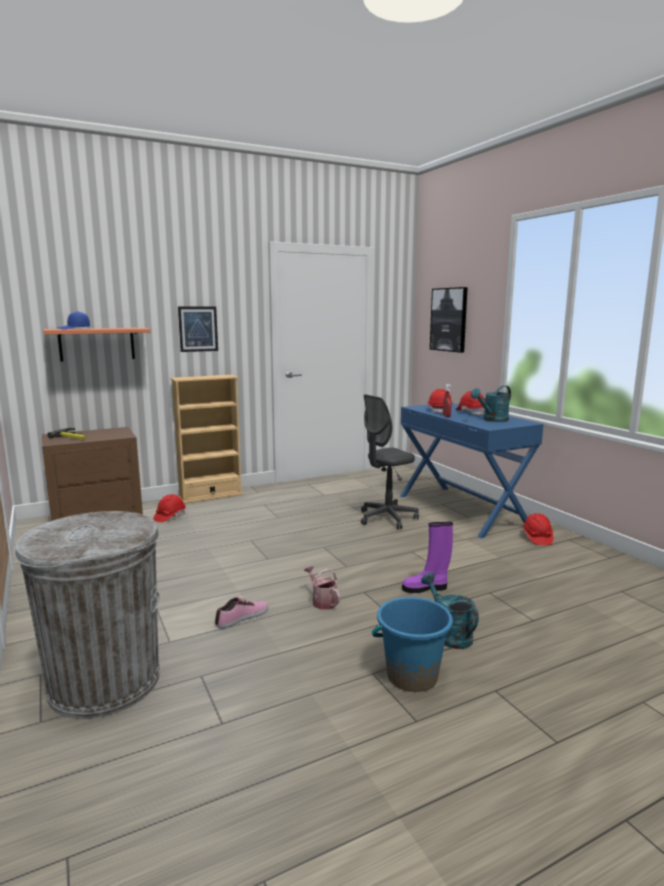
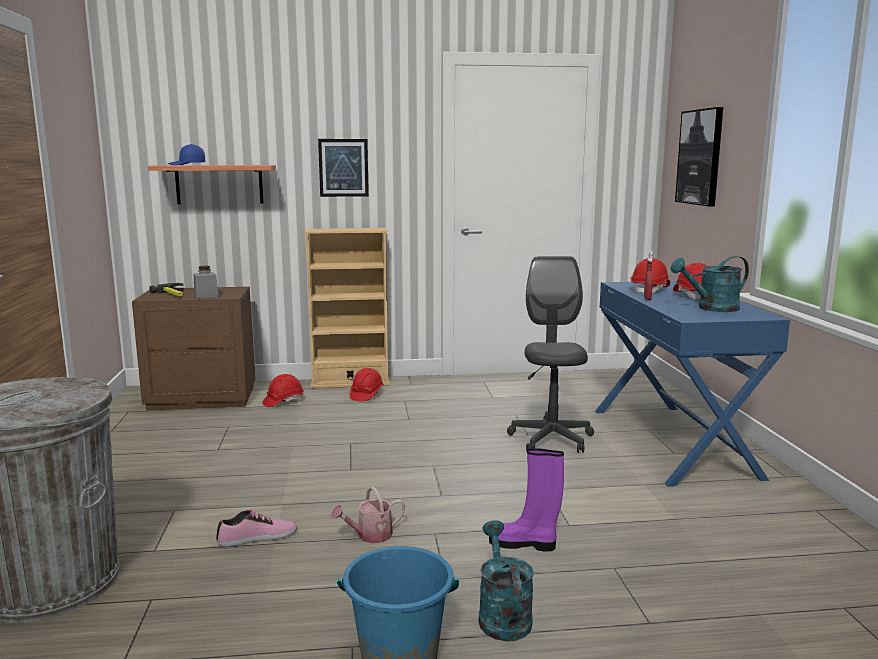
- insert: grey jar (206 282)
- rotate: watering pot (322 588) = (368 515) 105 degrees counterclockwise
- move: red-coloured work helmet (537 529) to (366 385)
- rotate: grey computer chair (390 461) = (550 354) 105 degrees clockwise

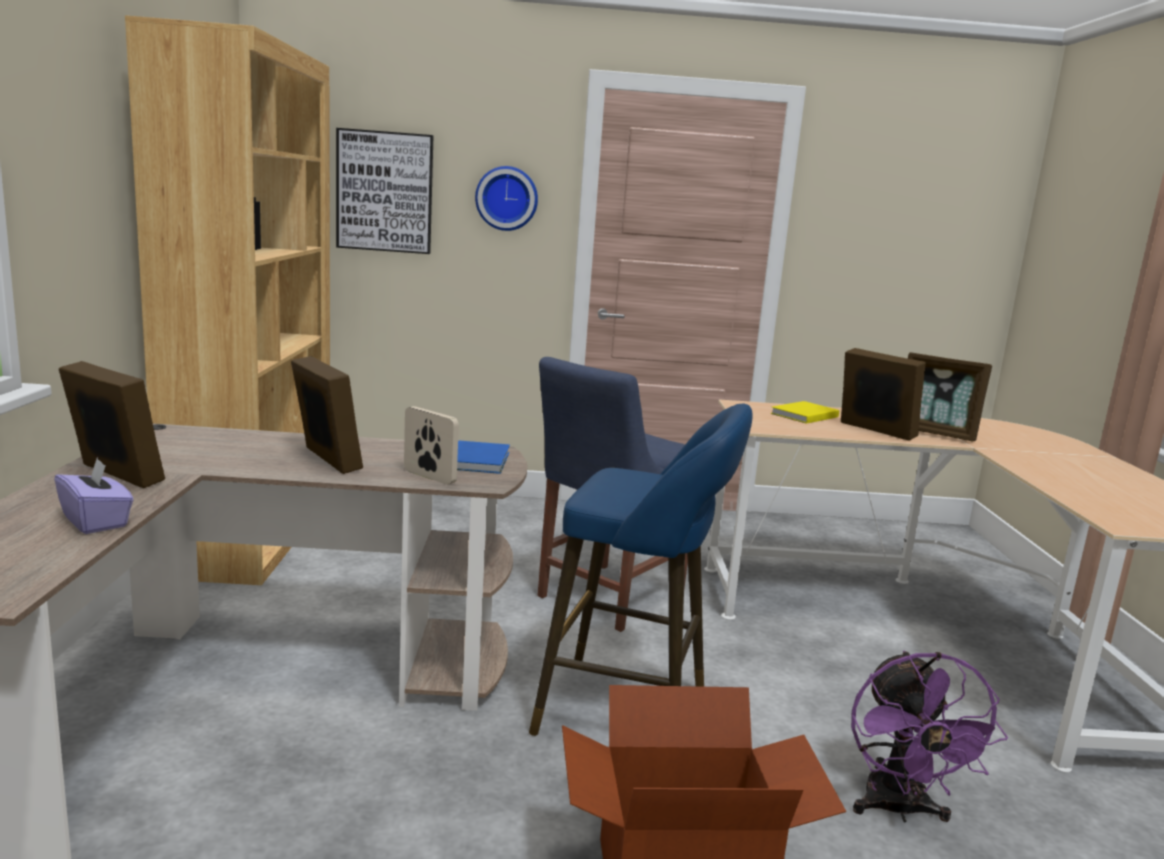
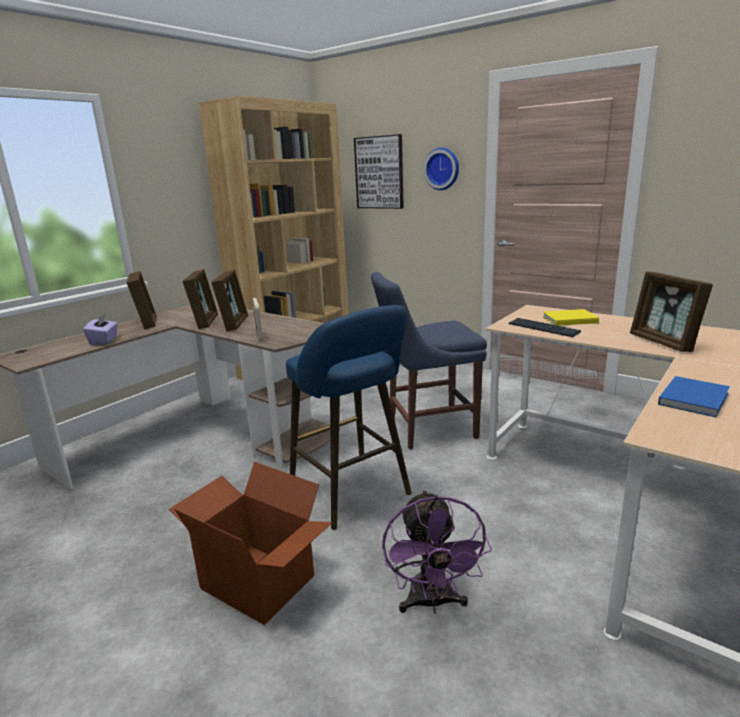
- move: photo frame (883 394) to (200 299)
- rotate: purplish cooling fan (929 736) = (437 551) 45 degrees counterclockwise
- insert: PC keyboard (544 327)
- move: blue-coloured volume (483 457) to (694 397)

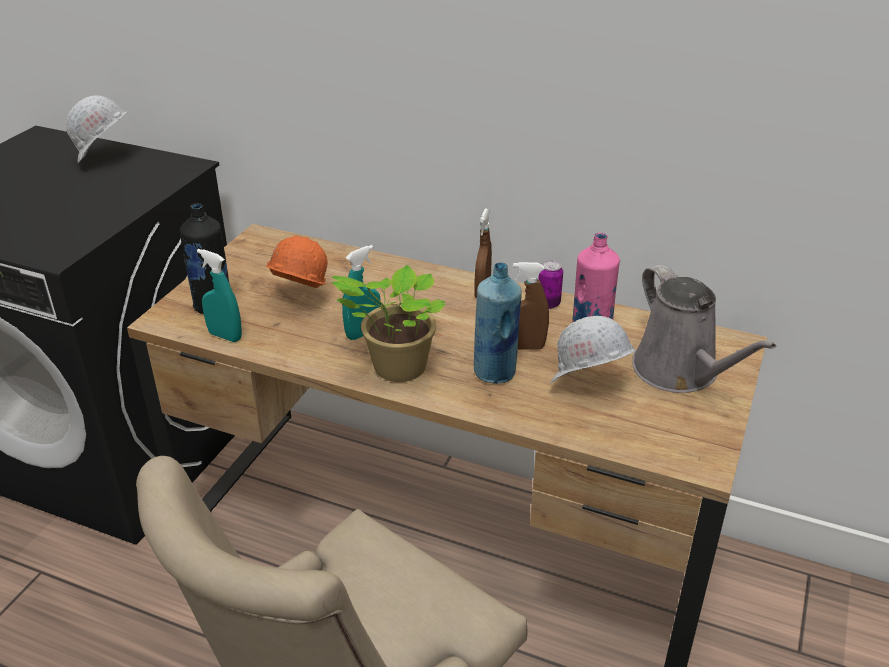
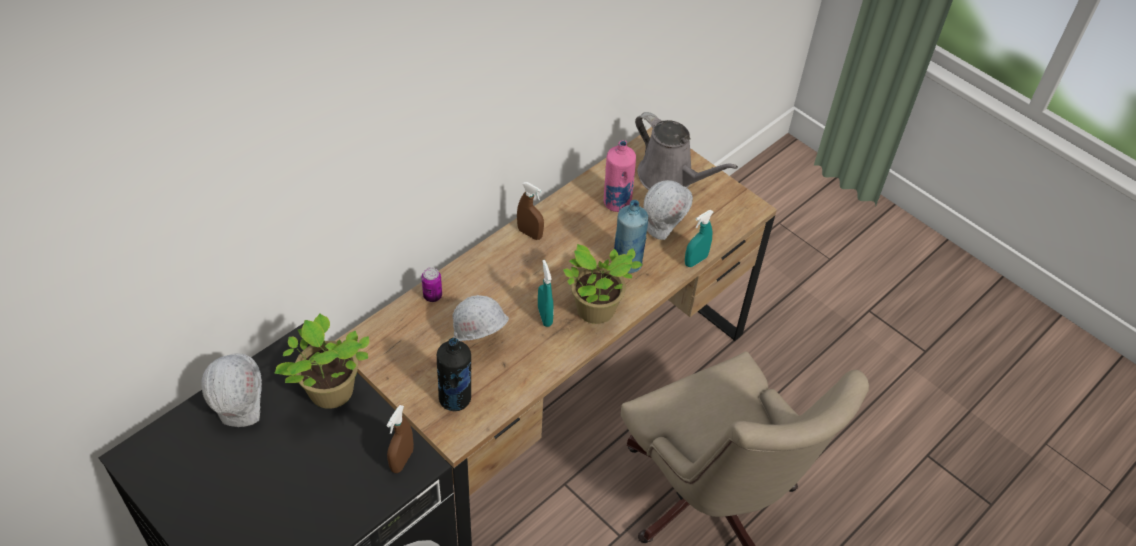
- insert: potted plant (321 361)
- move: brown-coloured sprayer (531 306) to (400 439)
- move: can (550 284) to (431 284)
- recolor: orange-coloured work helmet (296 262) to white work helmet (465 323)
- rotate: grey watering pot (704 328) = (686 151) 45 degrees clockwise
- move: turquoise sprayer (219 295) to (699 238)

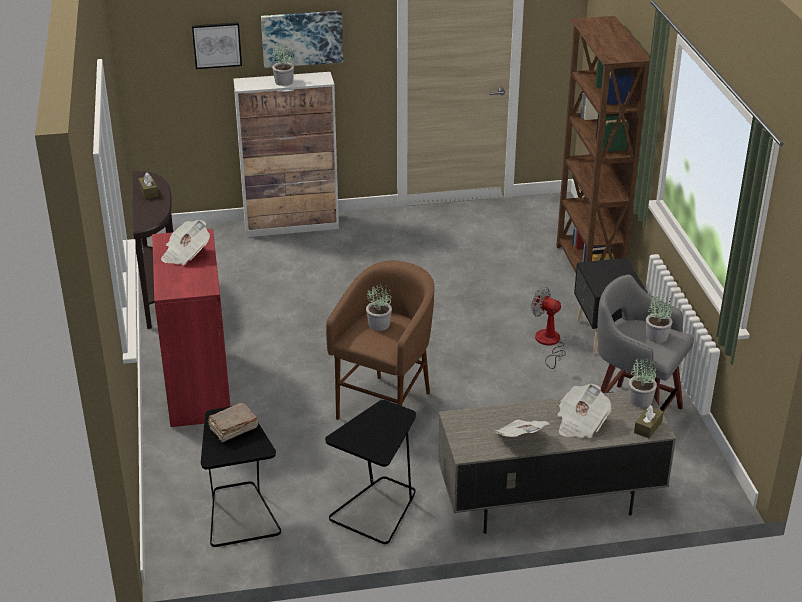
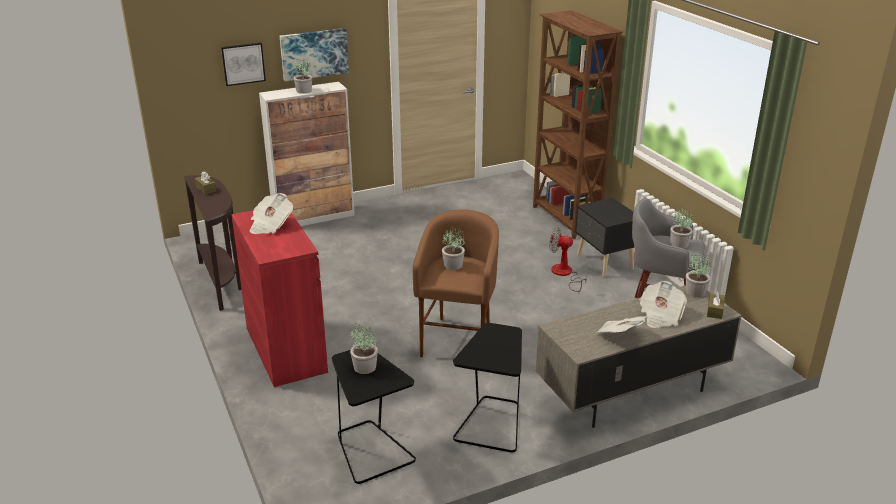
- replace: brown-coloured volume (233 422) to potted plant (364 348)

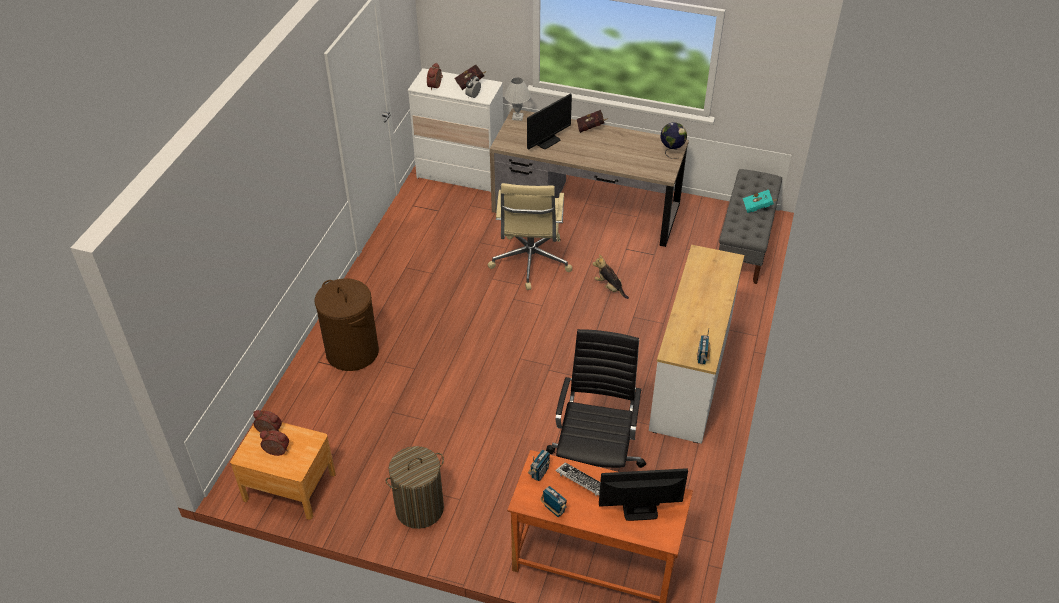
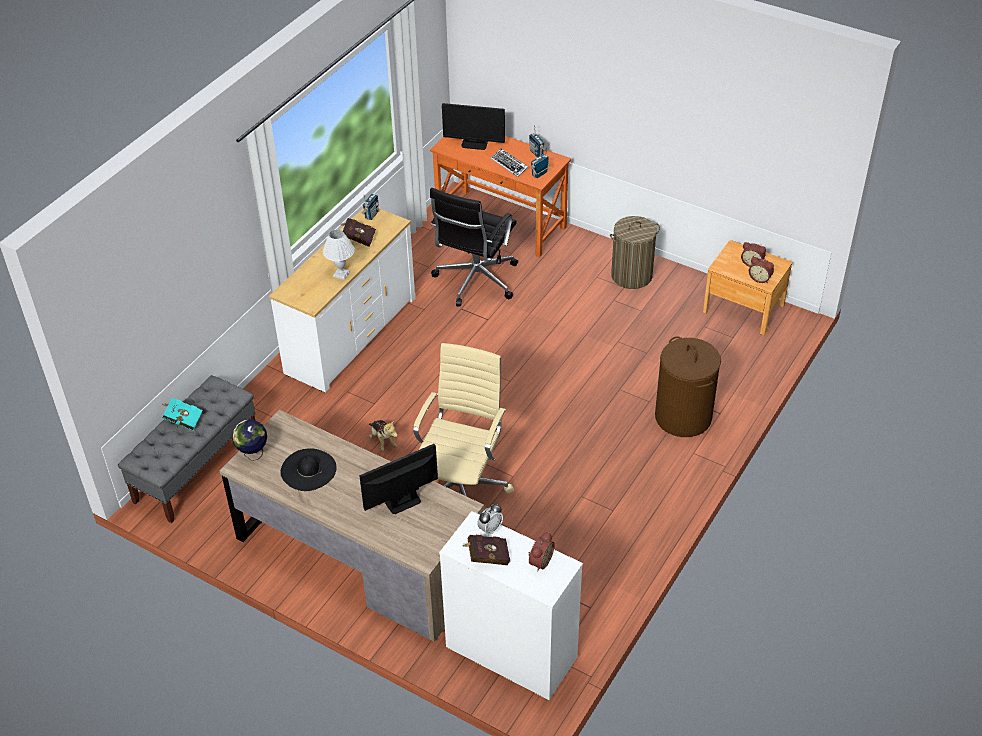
- insert: black hat (308 469)
- move: white lamp for a table (517 99) to (339 255)
- move: red-coloured volume (592 121) to (357 232)

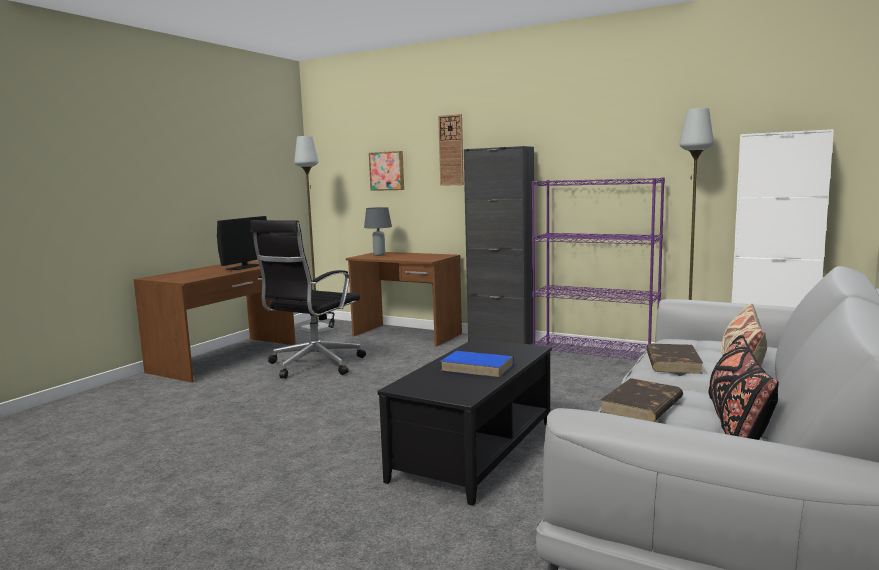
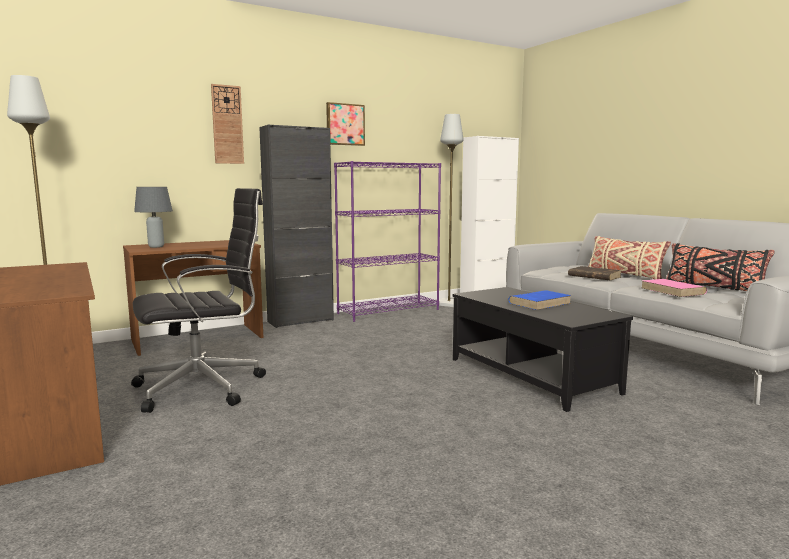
- rotate: black computer chair (308 299) = (198 300) 90 degrees counterclockwise
- move: picture (386 171) to (345 124)
- recolor: brown-coloured volume (641 400) to pink-coloured volume (674 288)
- delete: computer screen (242 243)

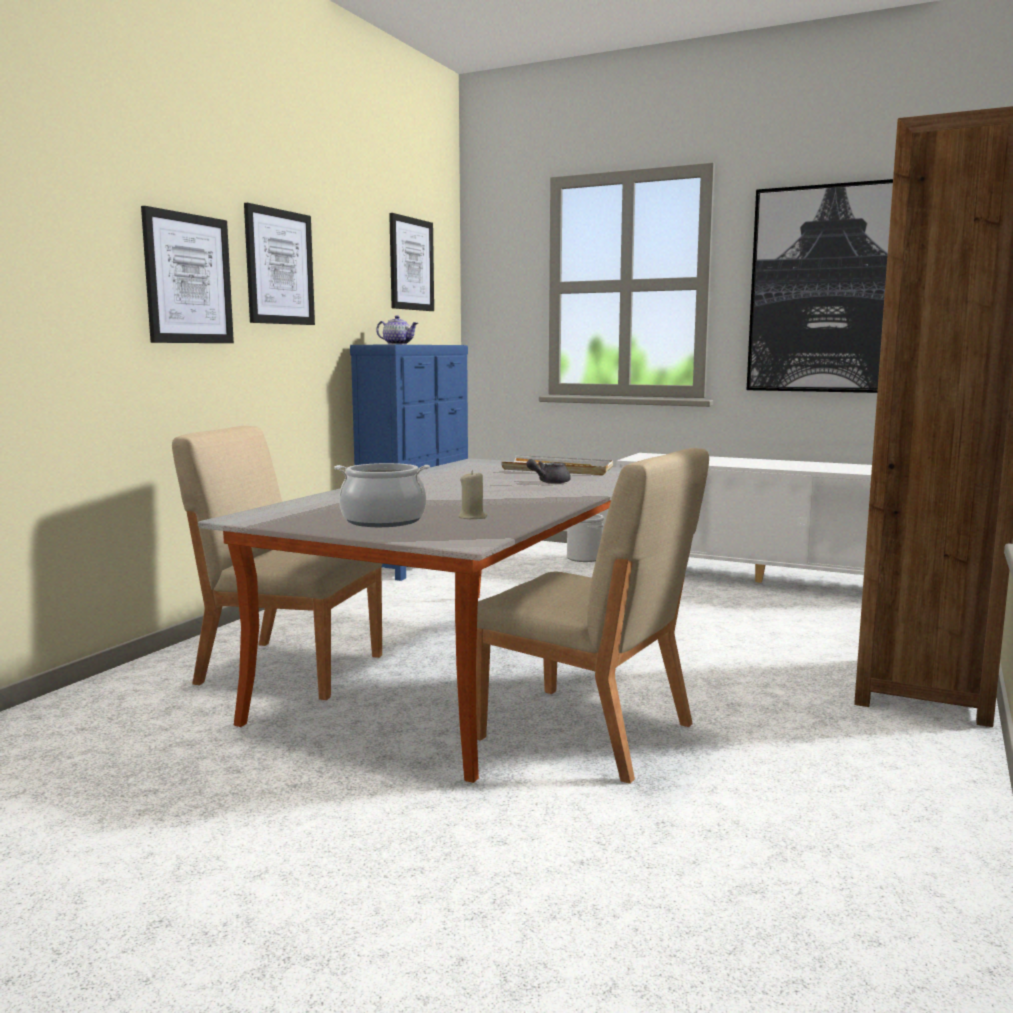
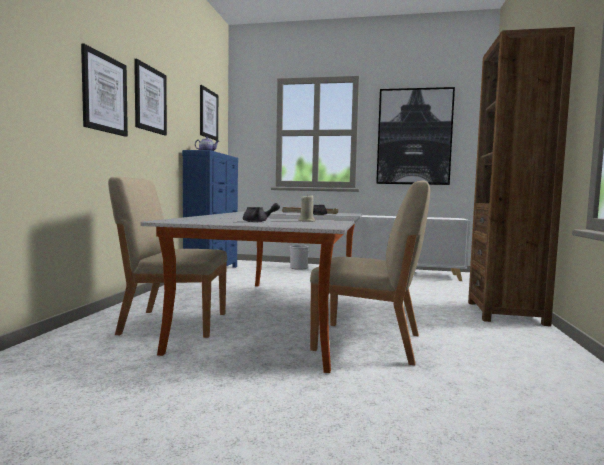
- replace: saucepot (382 495) to grey pot for tea (261 212)

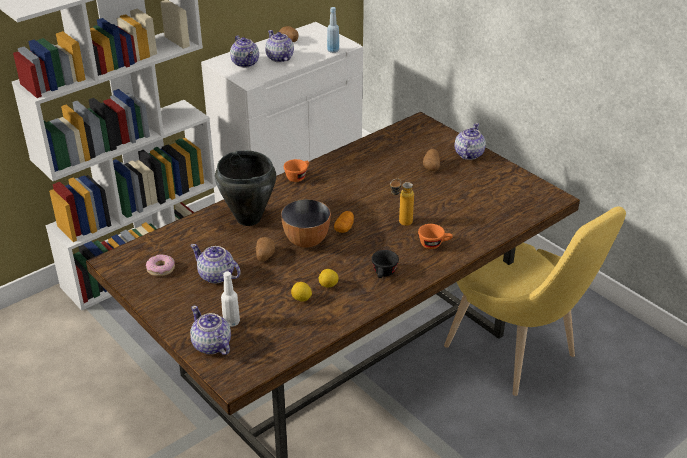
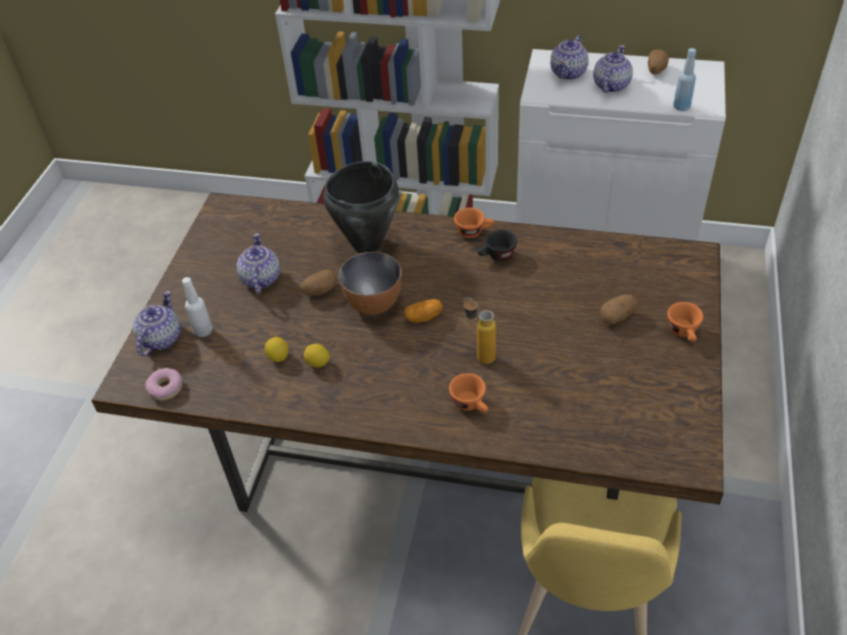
- move: donut (160 265) to (164 384)
- move: black drinking cup (385 264) to (497 245)
- replace: pot for tea (470 141) to orange-coloured drinking cup (685 321)

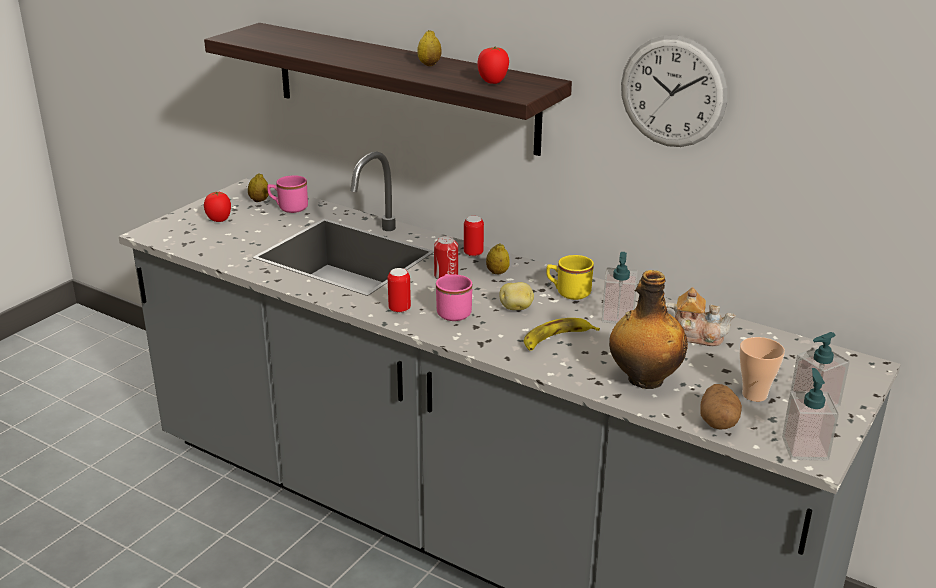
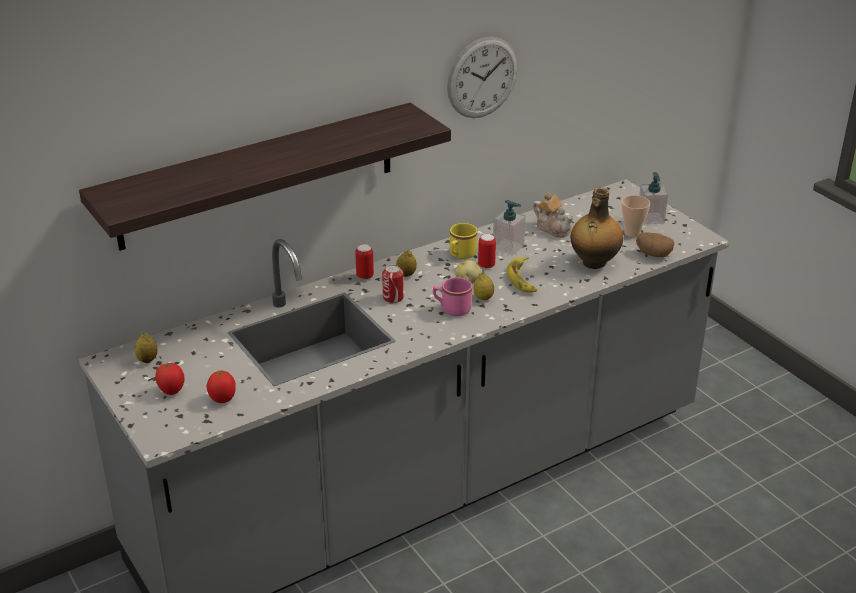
- move: whole tomato (493 65) to (221 387)
- move: lemon (429 48) to (484 286)
- move: can (399 290) to (487 251)
- rotate: pot for tea (700 316) = (553 215) 90 degrees clockwise
- delete: pink-coloured tea mug (287 194)
- delete: soap dispenser (810 414)

